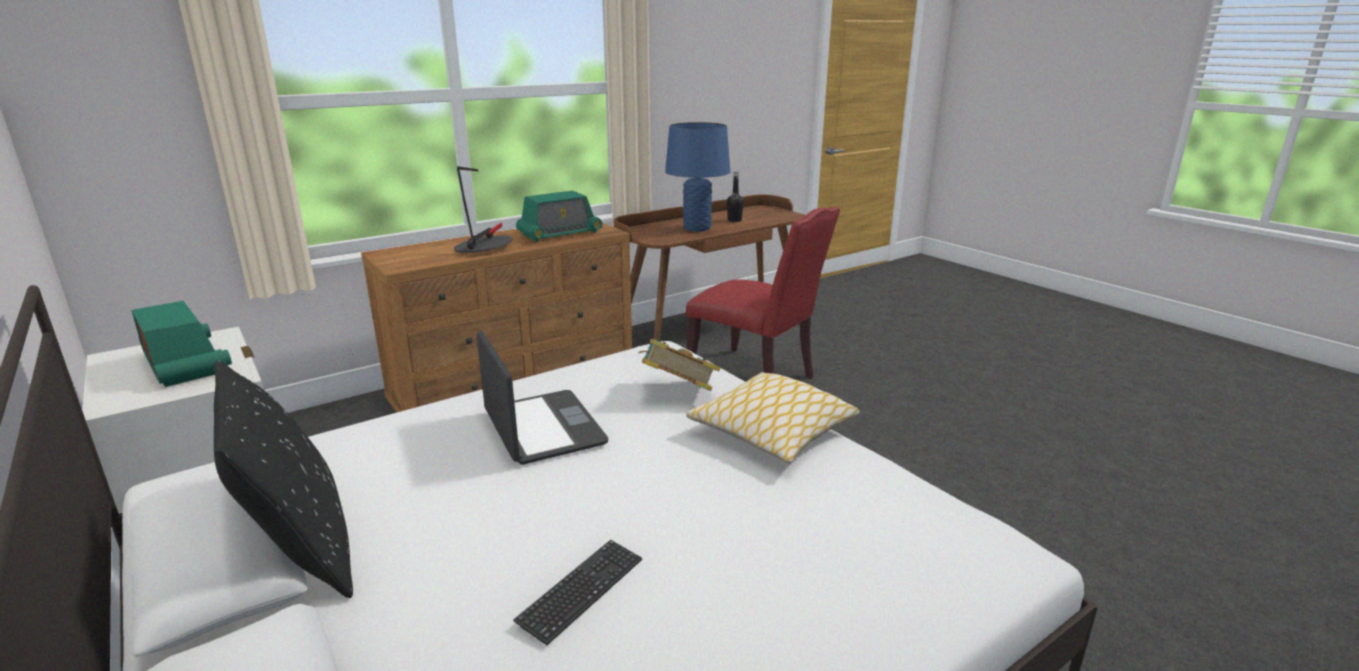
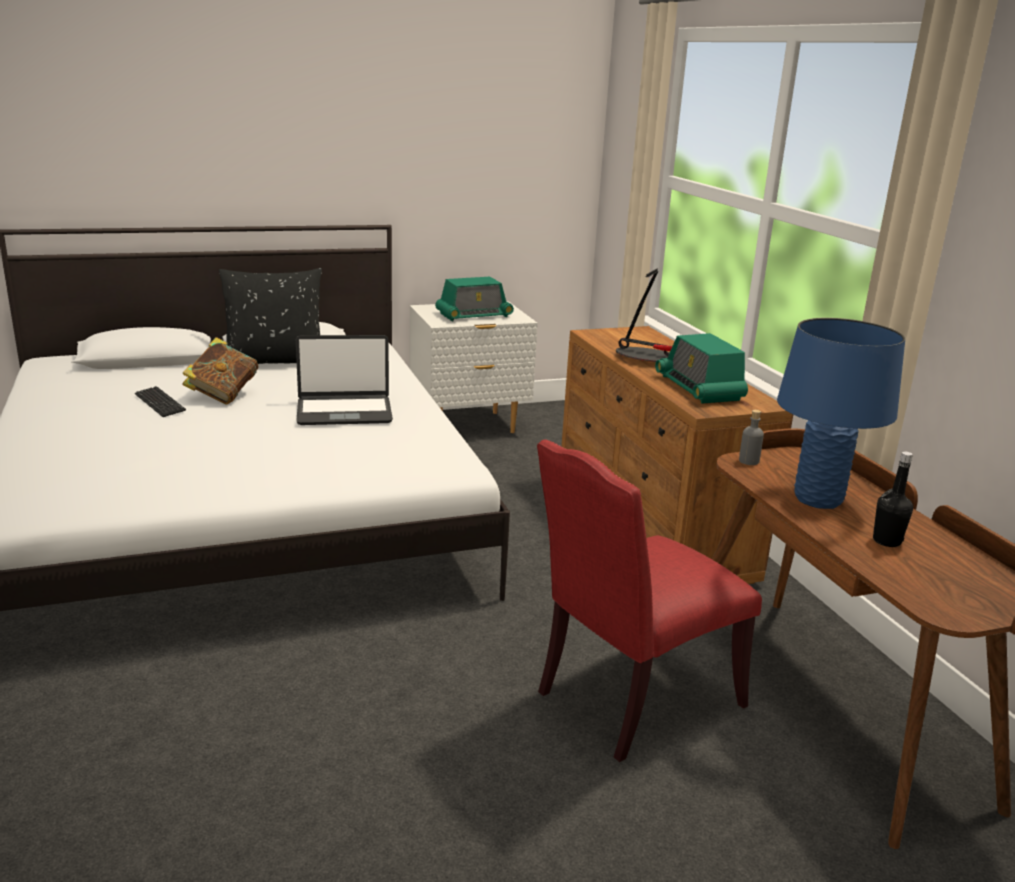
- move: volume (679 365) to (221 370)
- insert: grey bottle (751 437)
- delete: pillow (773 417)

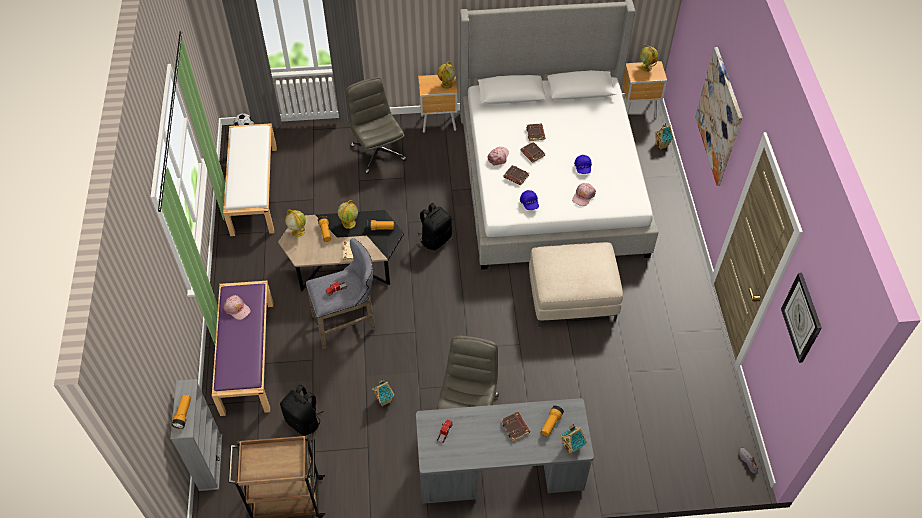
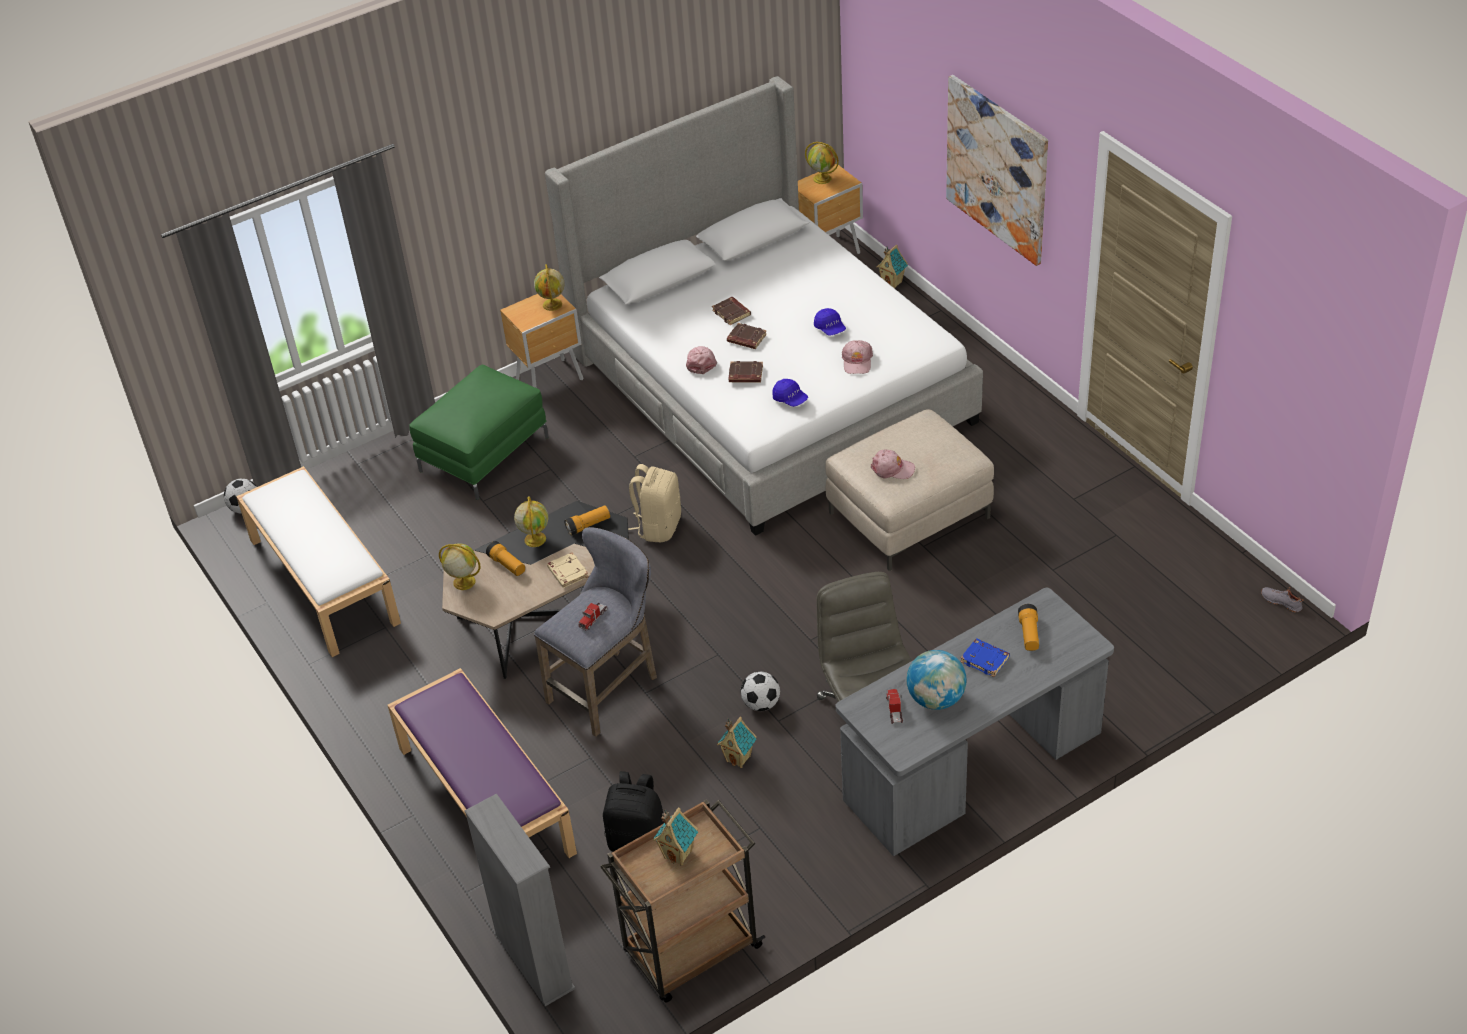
- replace: grey computer chair (375 125) to green-coloured footrest (479 432)
- recolor: black backpack (435 226) to beige backpack (654 503)
- move: model house (573 439) to (675 836)
- insert: football ball (760 691)
- move: pink-coloured baseball cap (237 307) to (893 464)
- insert: desk globe (936 680)
- recolor: brown-coloured volume (515 426) to blue-coloured volume (985 657)
- delete: flashlight (181 412)
- delete: wall clock (801 318)

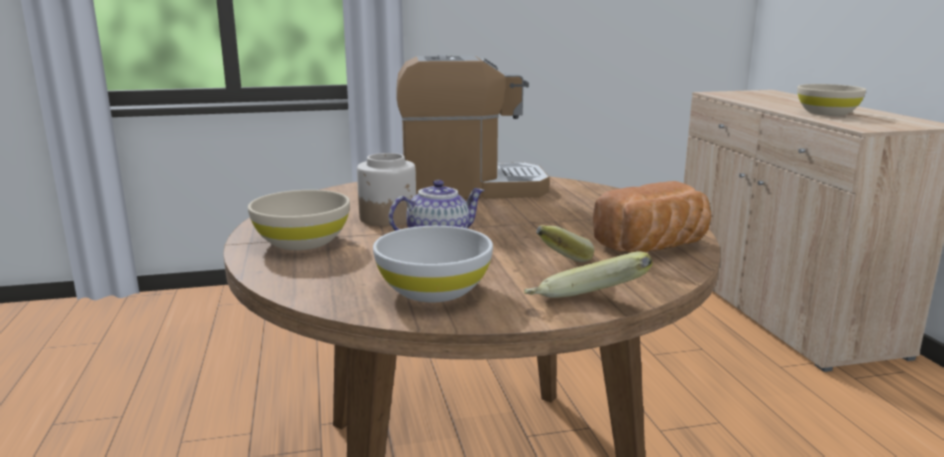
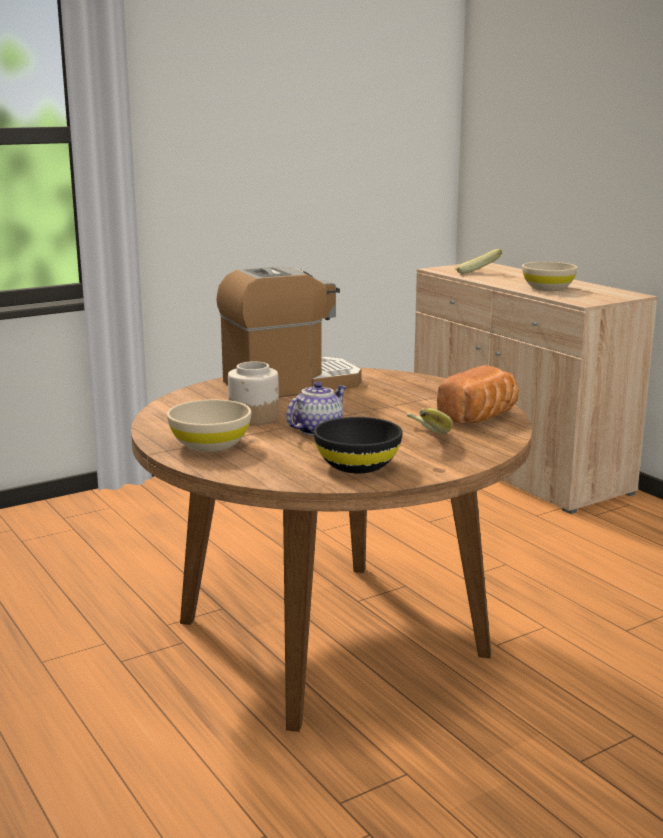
- recolor: white deep dish (433 264) to black deep dish (358 445)
- move: banana (588 274) to (478 261)

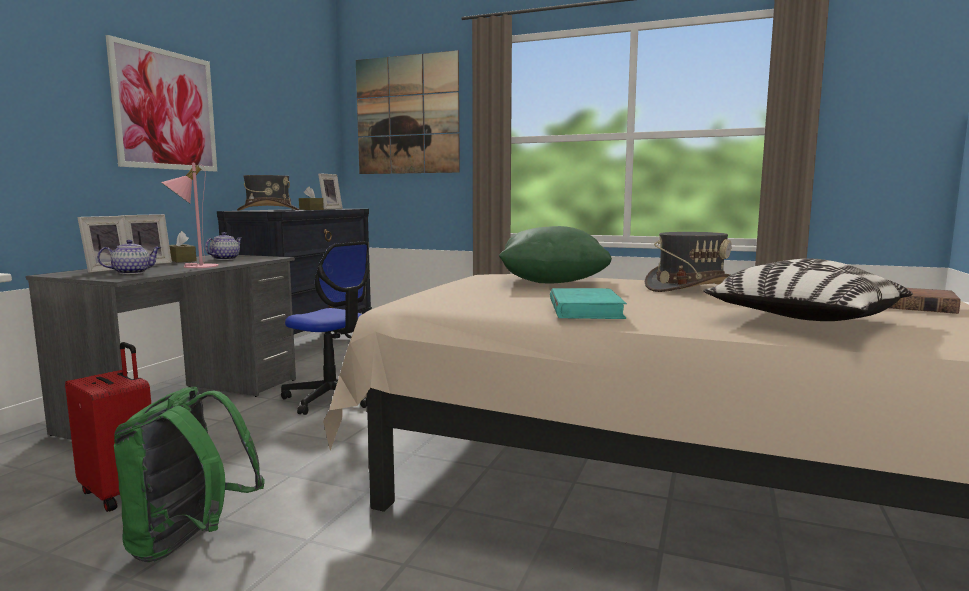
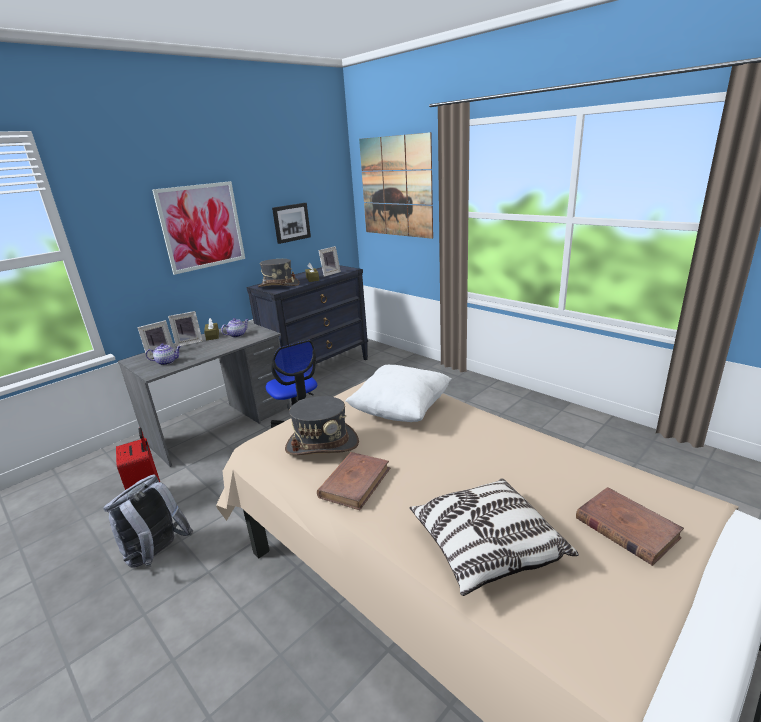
- recolor: green-coloured backpack (189 474) to grey backpack (148 521)
- insert: picture (291 223)
- move: grey hat (688 262) to (322 425)
- recolor: turquoise volume (588 303) to brown-coloured volume (354 481)
- recolor: green-coloured pillow (555 255) to white pillow (398 393)
- delete: pink-coloured lamp for a table (190 215)

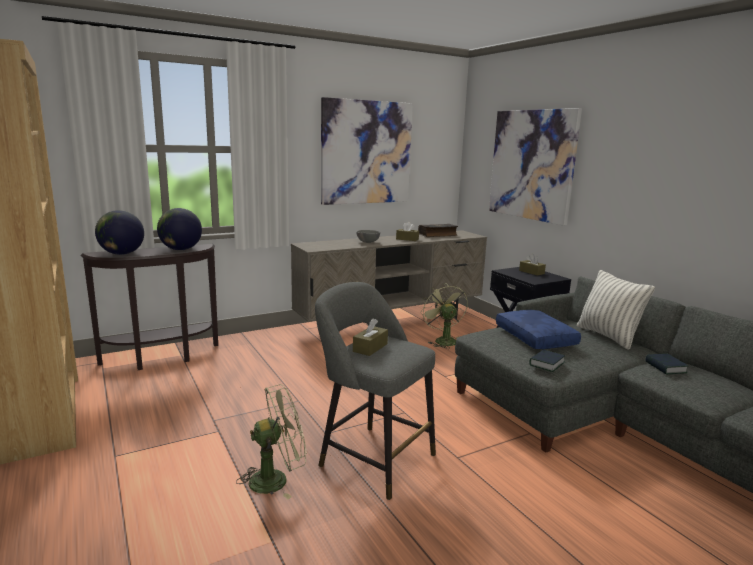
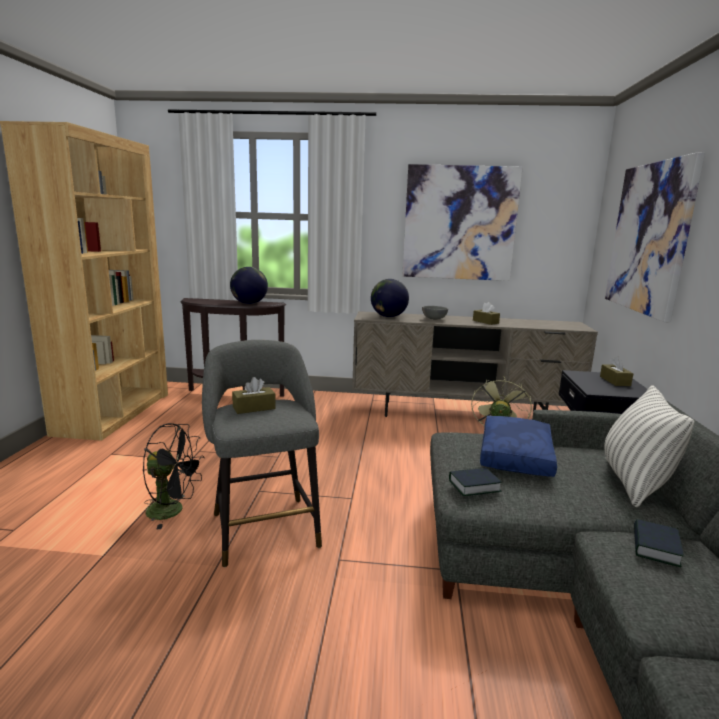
- recolor: green-coloured cooling fan (271 441) to black cooling fan (174 476)
- move: desk globe (119 232) to (390 298)
- delete: volume (438 230)

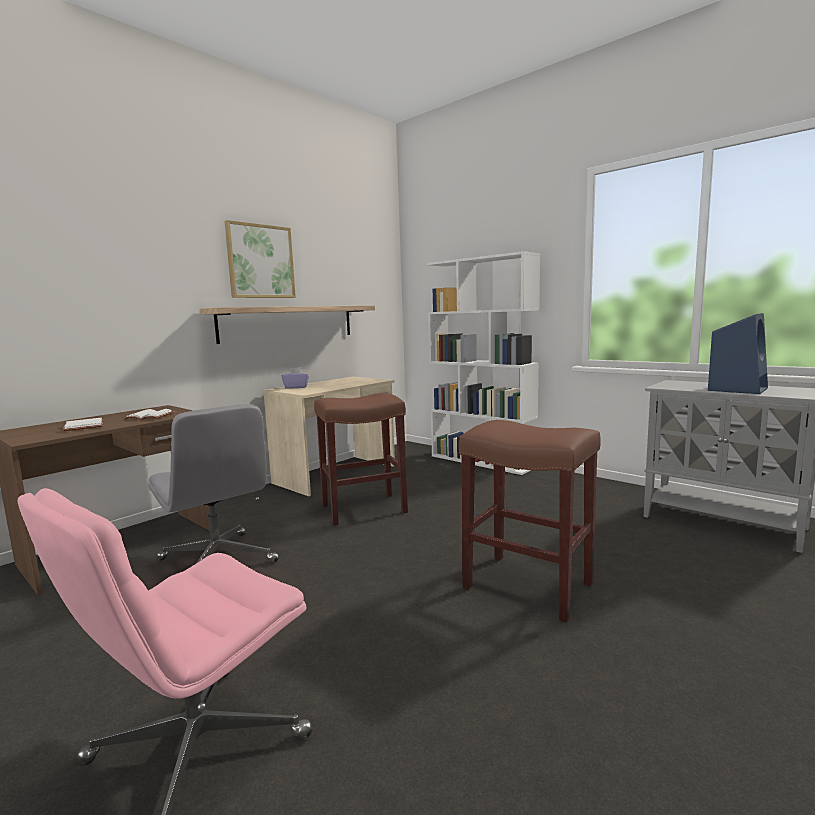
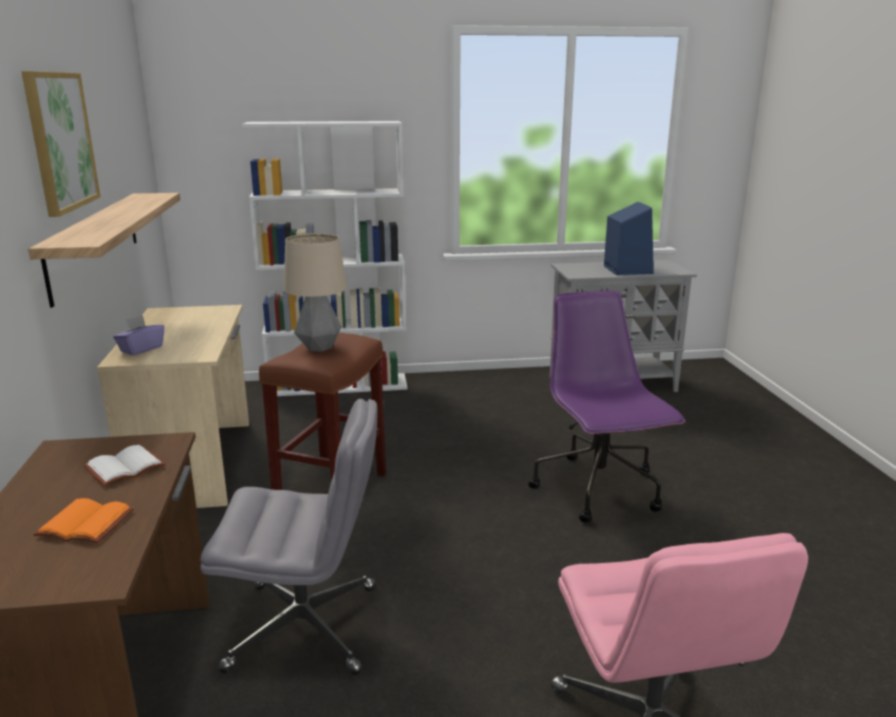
- recolor: white volume (83 424) to orange-coloured volume (83 520)
- insert: lamp for a table (315 292)
- replace: brown-coloured stool (530 521) to purplish computer chair (606 407)

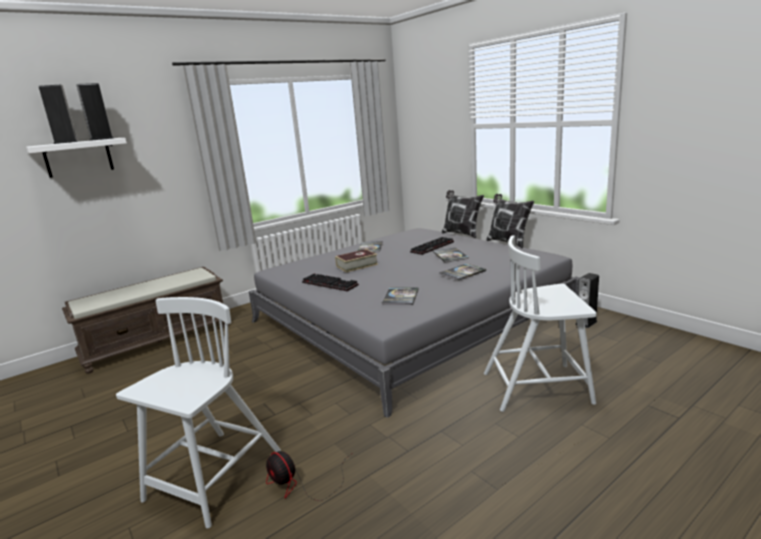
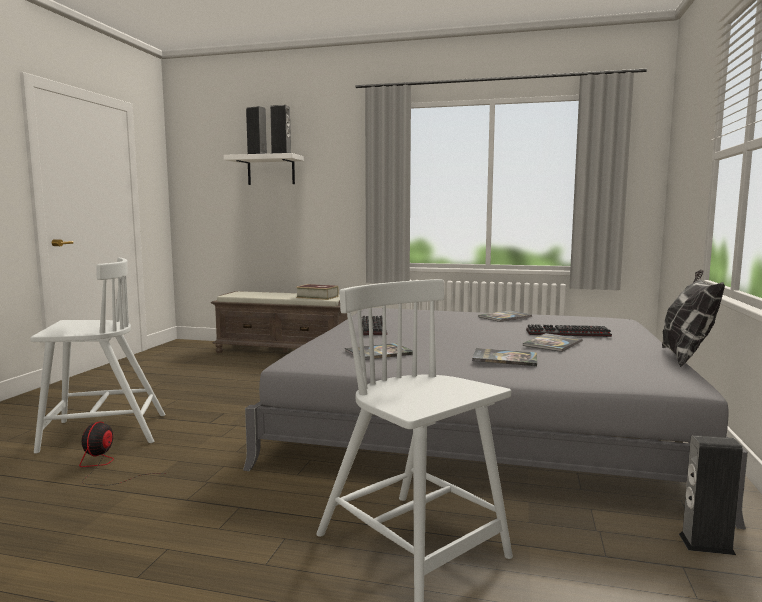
- move: volume (356 260) to (317 292)
- delete: pillow (463 214)

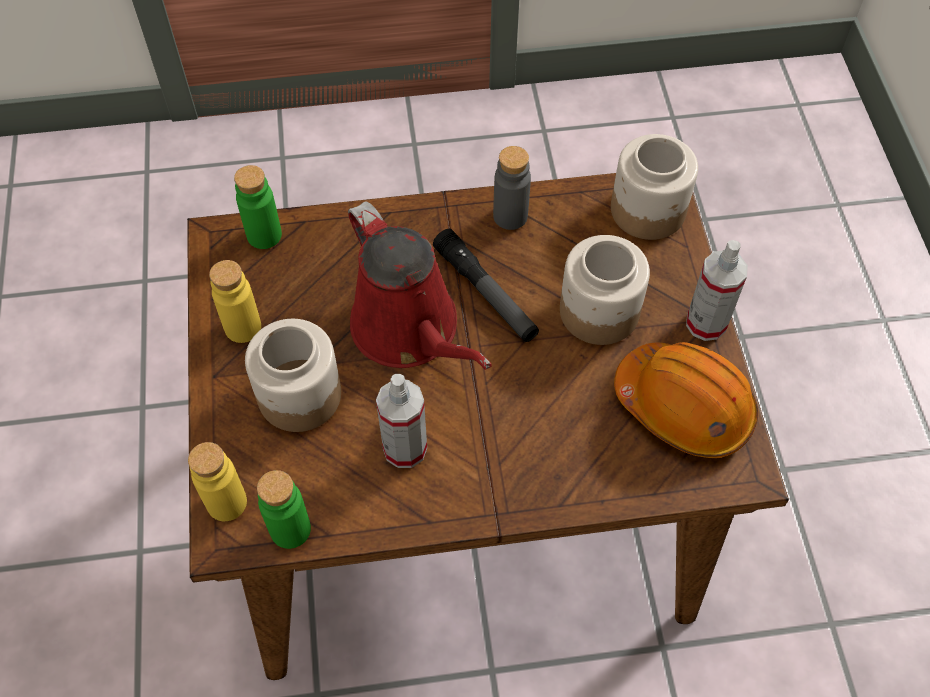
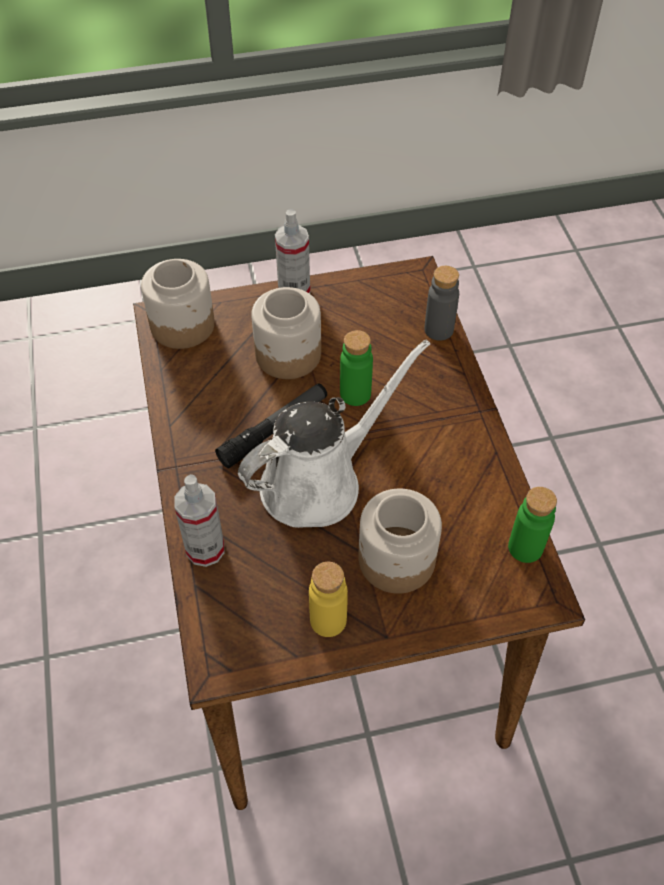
- move: sprayer (401 421) to (199 520)
- recolor: red-coloured watering pot (420 285) to white watering pot (334 434)
- move: green-coloured bottle (258 207) to (356 368)
- move: grey bottle (512 188) to (441 303)
- delete: yellow bottle (217 481)
- delete: orange-coloured work helmet (686 400)

